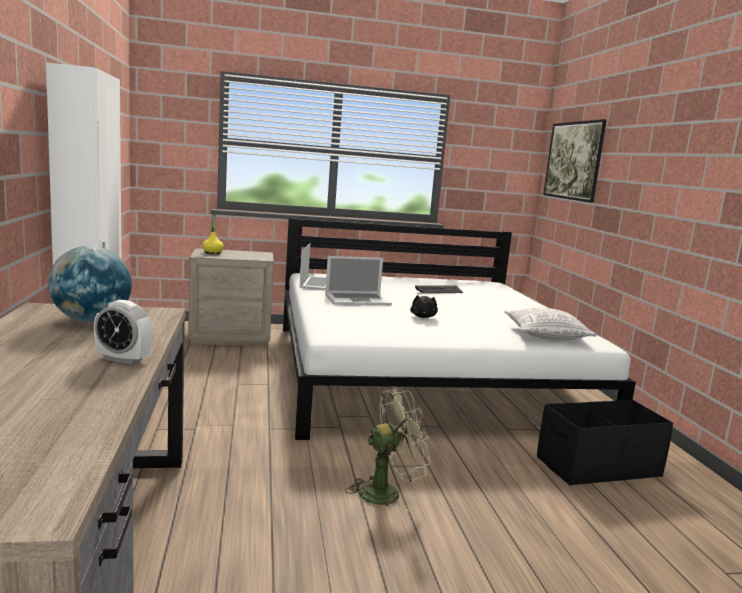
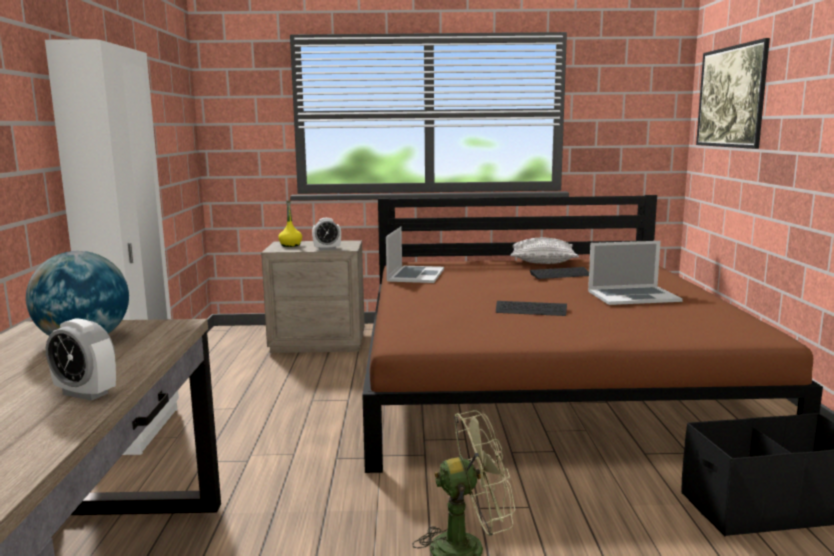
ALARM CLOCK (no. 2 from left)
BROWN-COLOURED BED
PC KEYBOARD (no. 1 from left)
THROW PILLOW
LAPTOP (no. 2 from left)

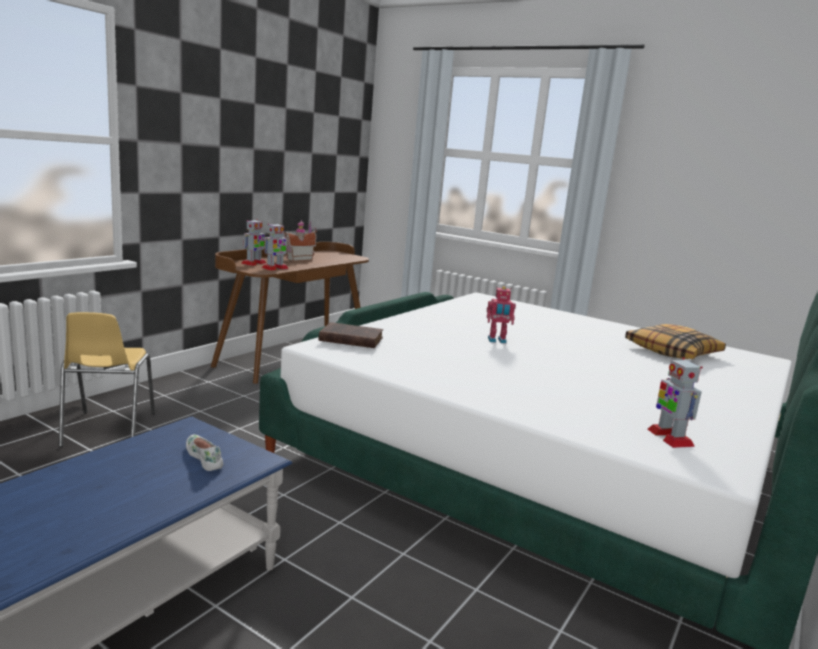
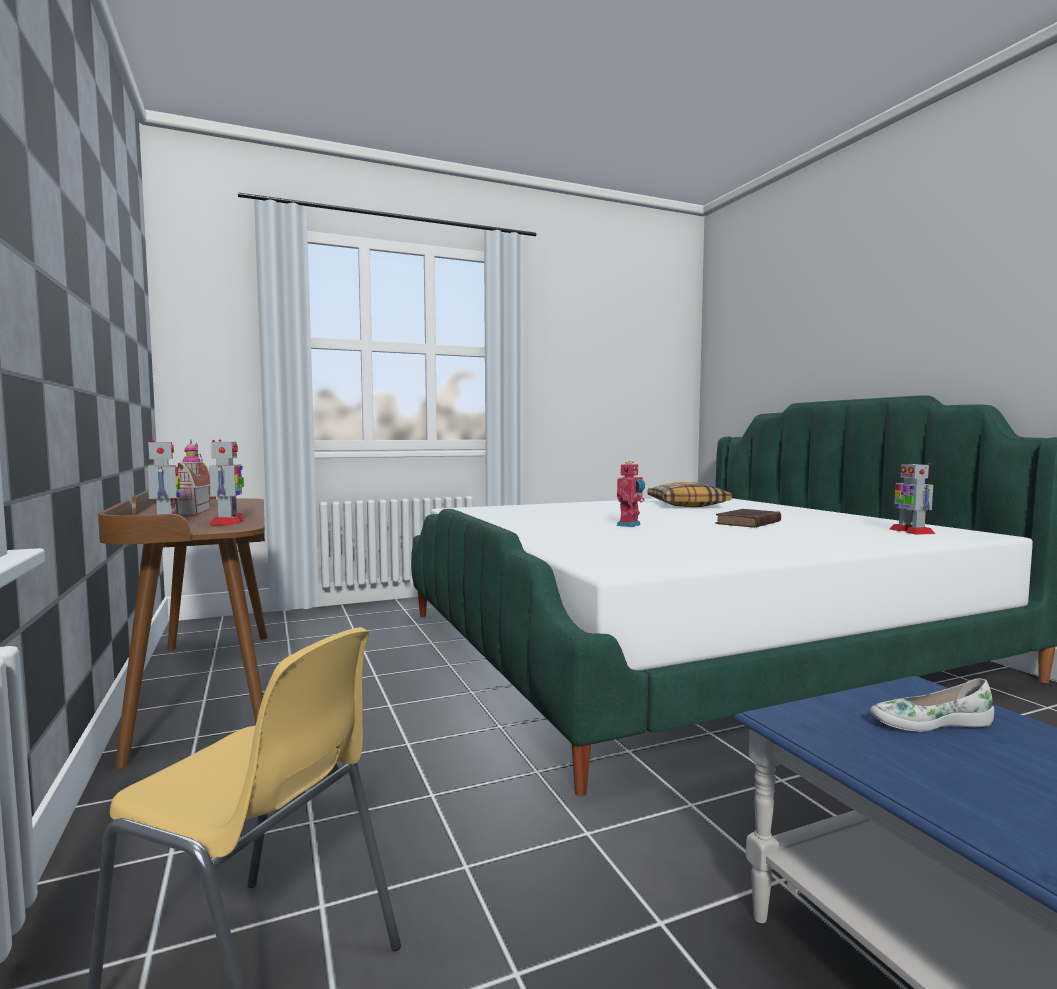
BROWN-COLOURED VOLUME
TOY ROBOT (no. 4 from left)

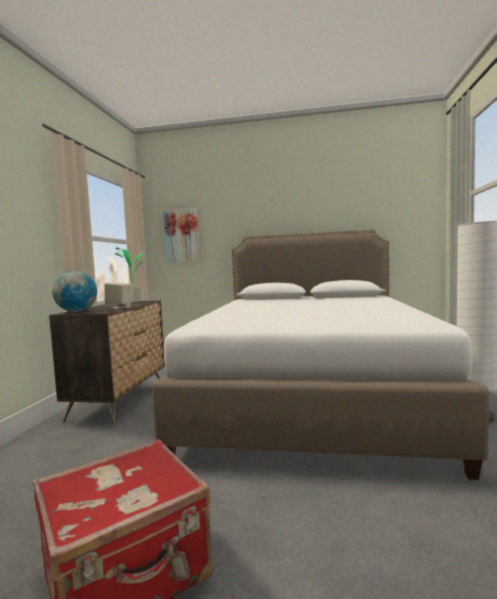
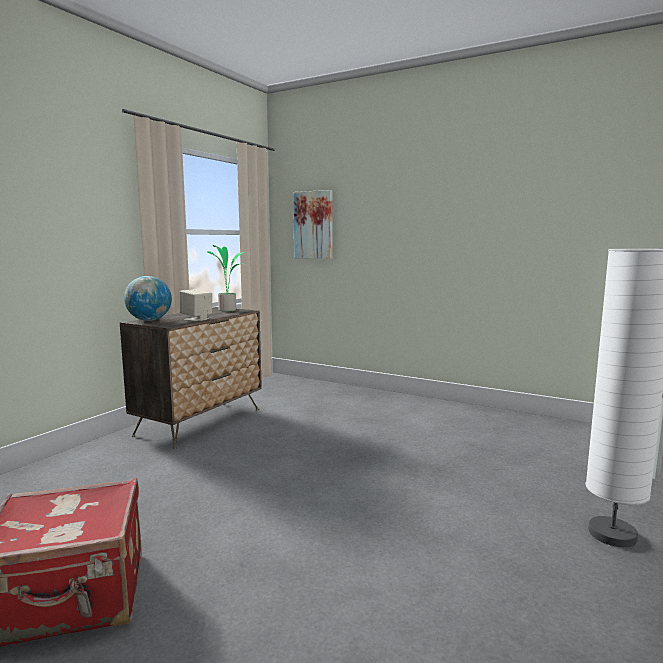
WHITE-COLOURED BED

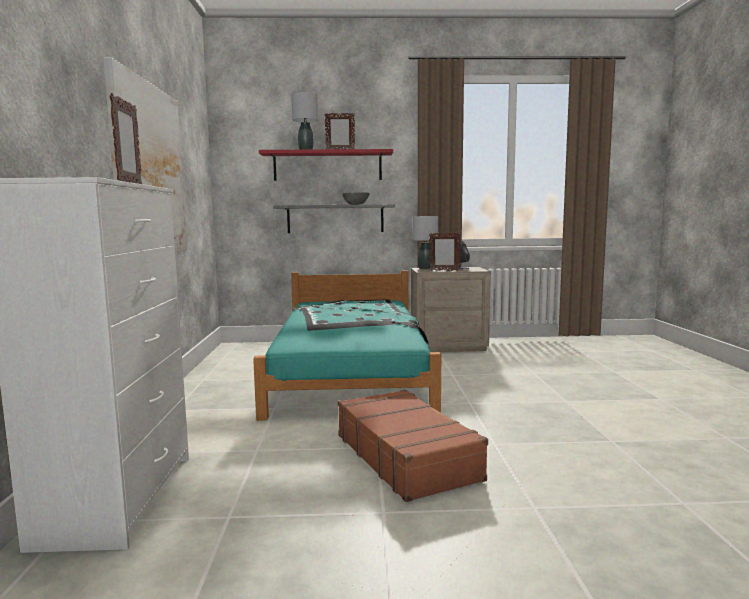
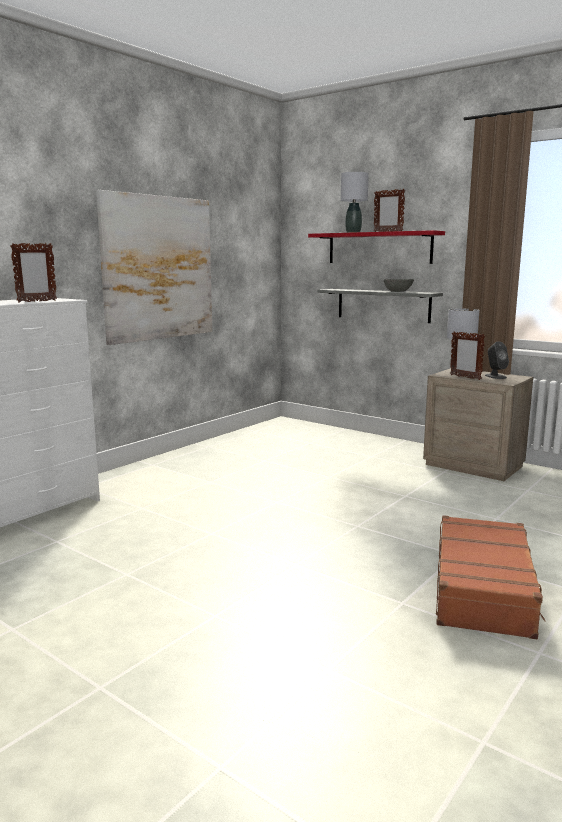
BROWN-COLOURED PIECE OF LUGGAGE
BLUE-GREEN BED

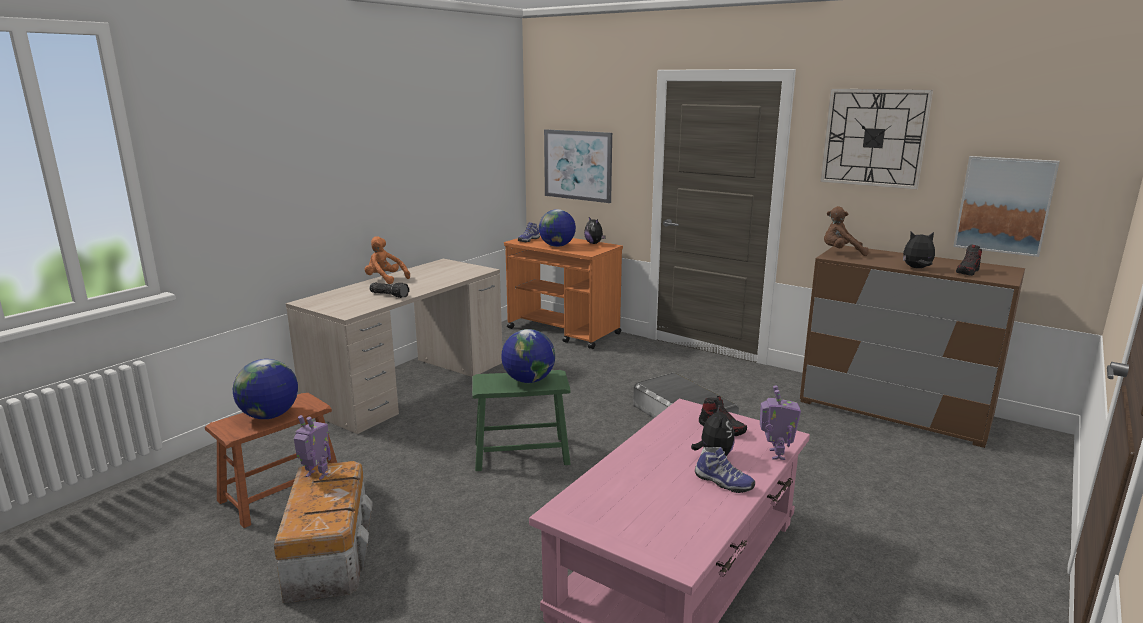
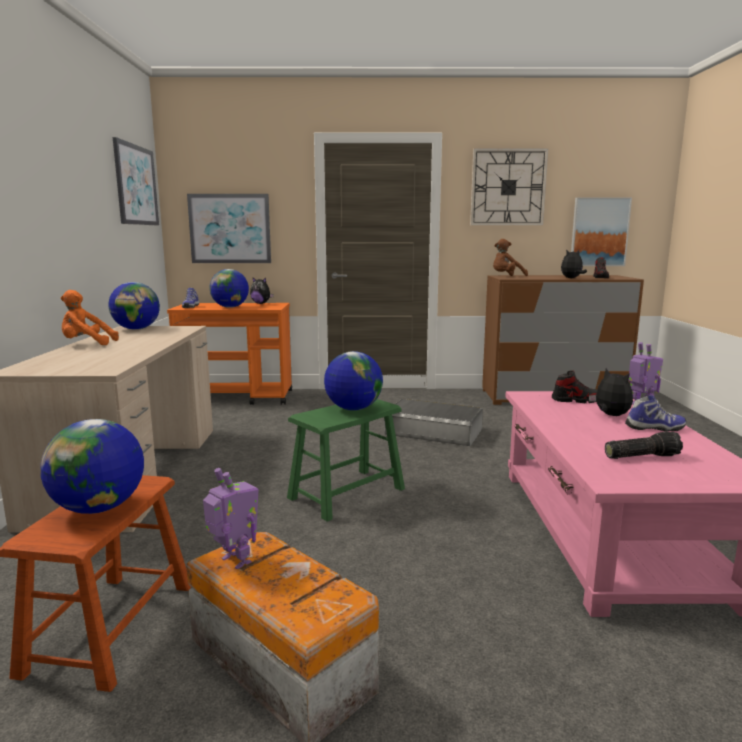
GLOBE (no. 2 from left)
PICTURE (no. 1 from left)
TOY ROBOT (no. 1 from left)
TORCH

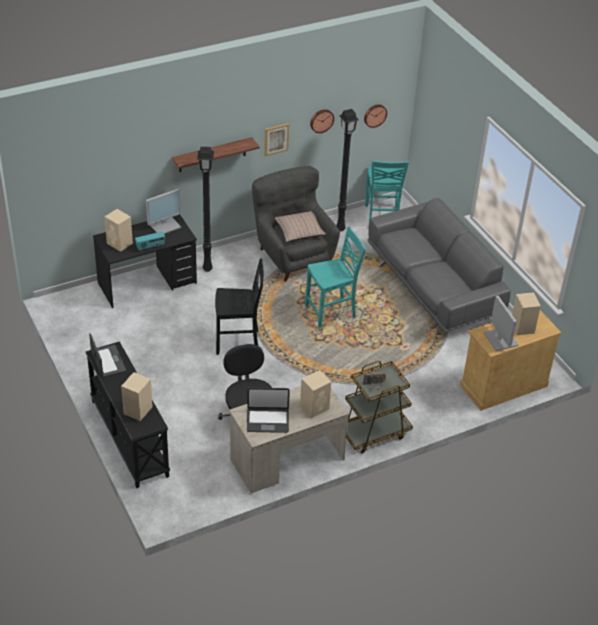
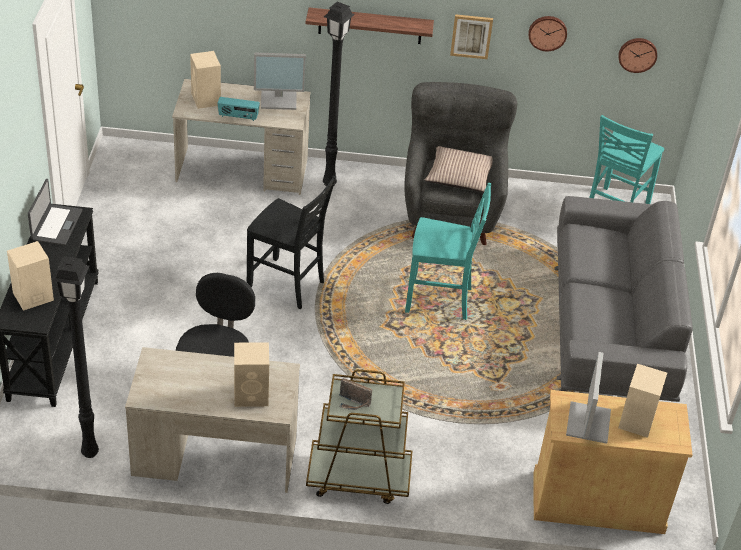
BLACK-COLOURED STANDING LAMP (no. 1 from left)
BEIGE DESK TABLE (no. 2 from left)
LAPTOP (no. 2 from left in the first image)

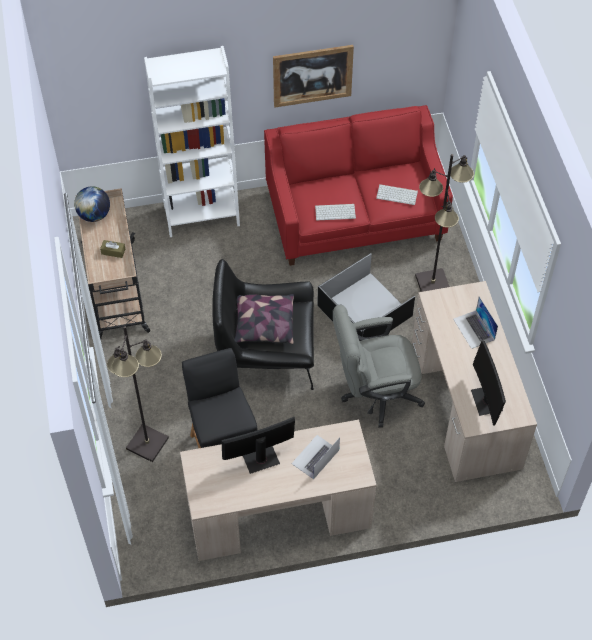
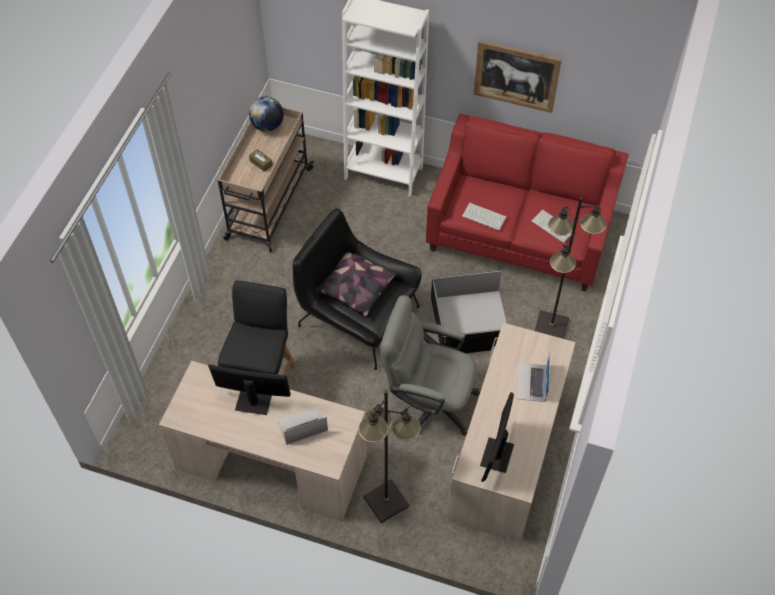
BLACK-COLOURED STANDING LAMP (no. 1 from left)

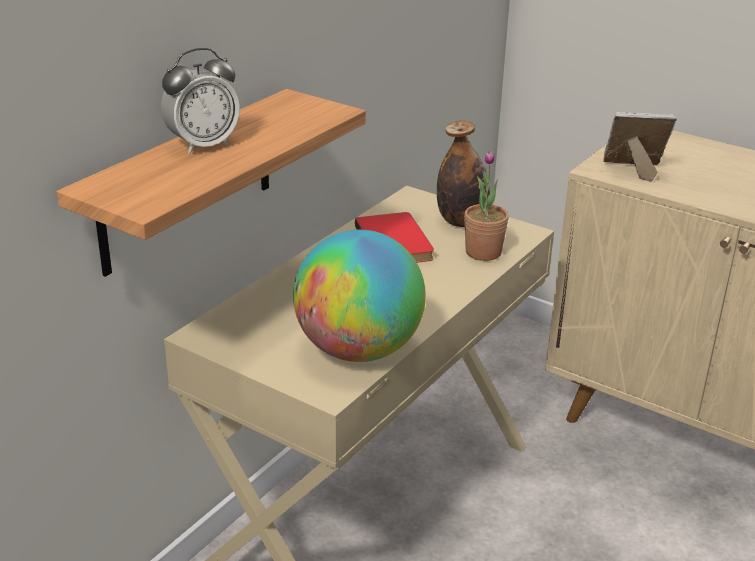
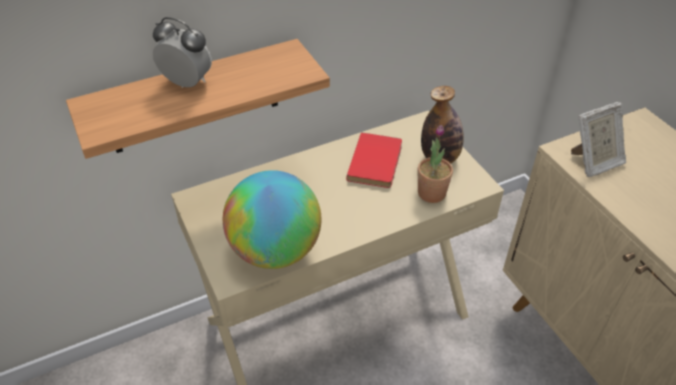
ALARM CLOCK
PHOTO FRAME

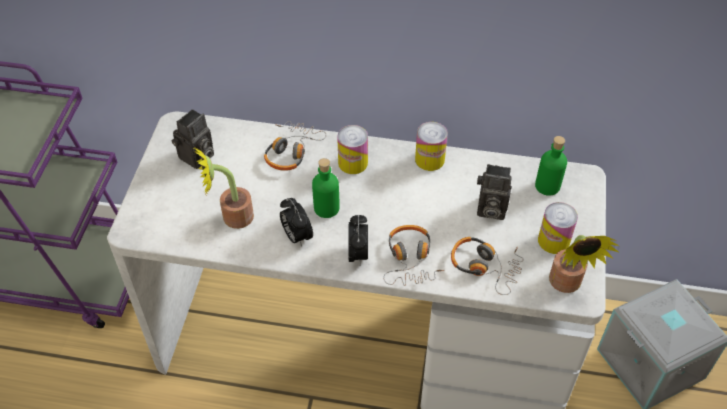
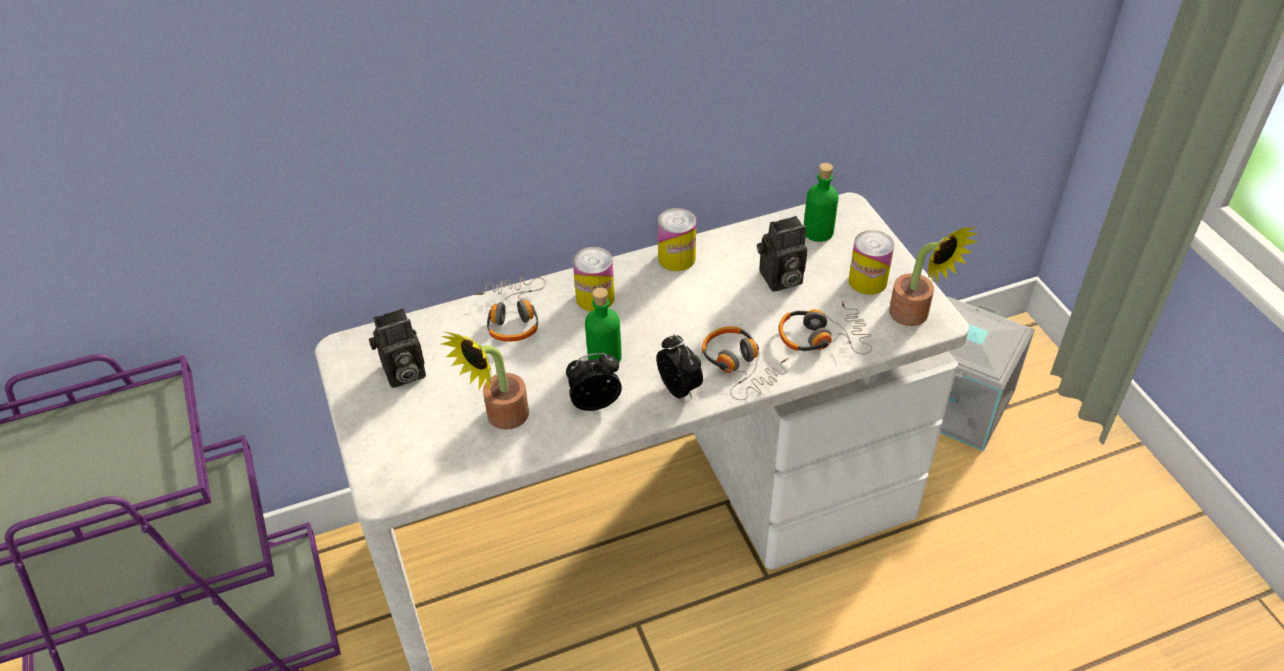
PHOTO CAMERA (no. 1 from left)
ALARM CLOCK (no. 1 from left)

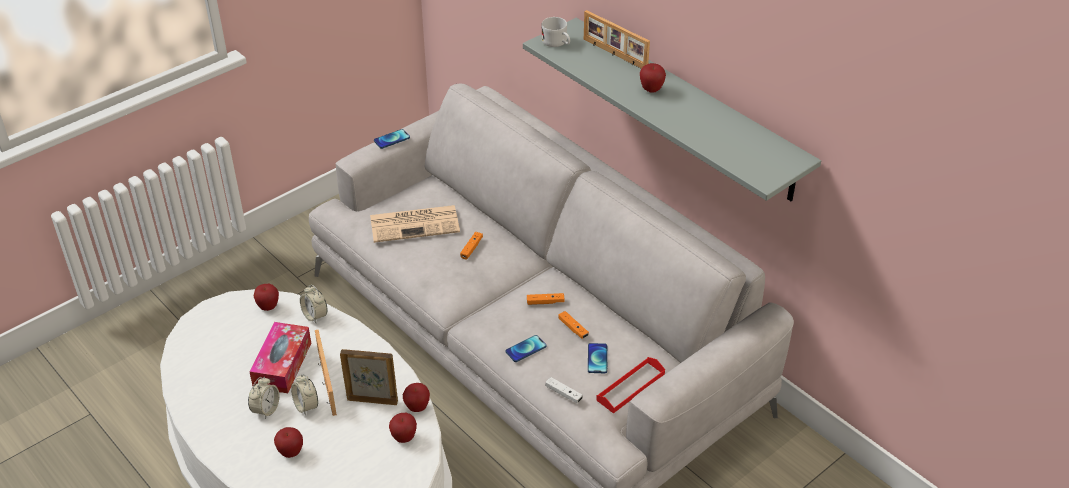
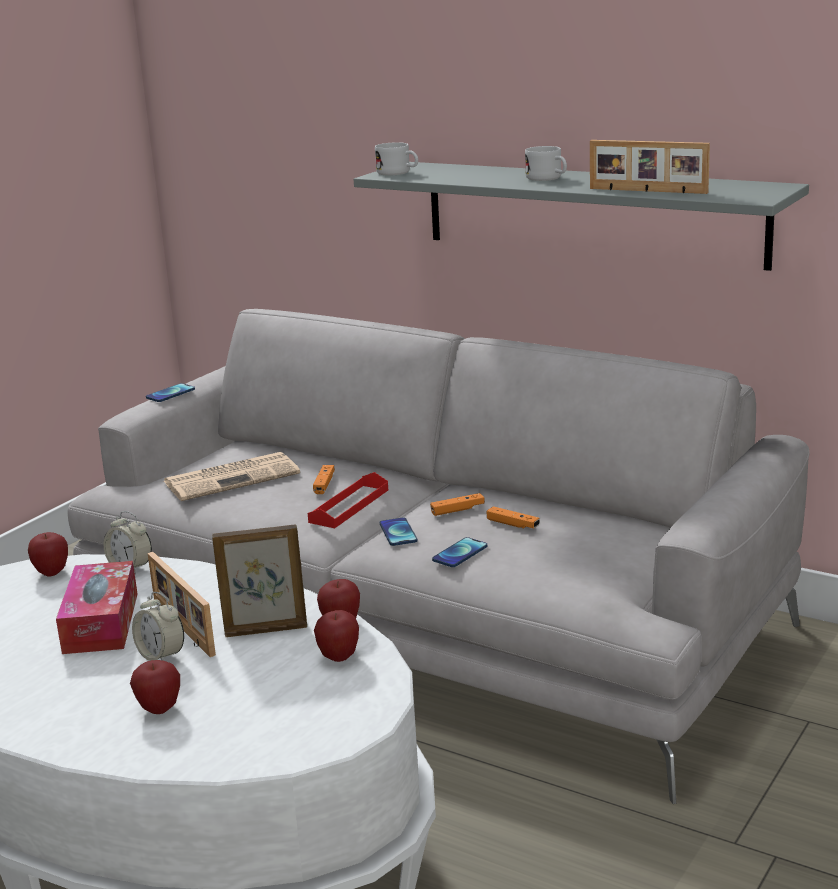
REDDISH TRAY
TELEPHONE (no. 2 from left)
WHITE-COLOURED MUG (no. 2 from left)
PHOTO FRAME (no. 3 from left)
ALARM CLOCK (no. 1 from left in the first image)
WHITE-COLOURED GAMEPAD

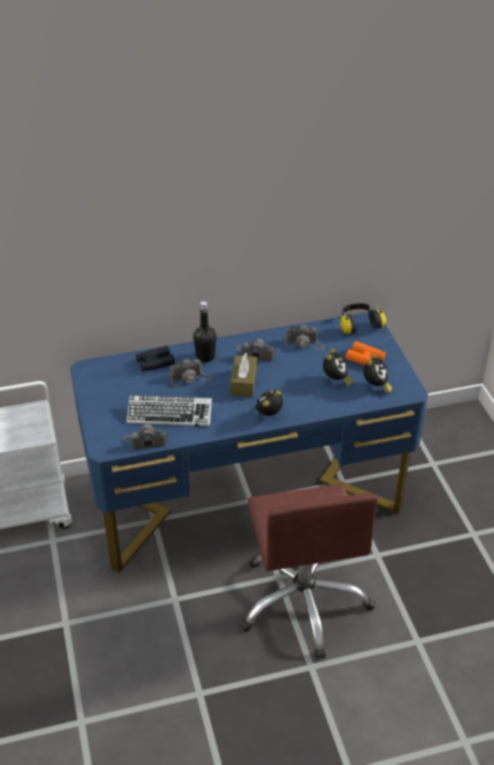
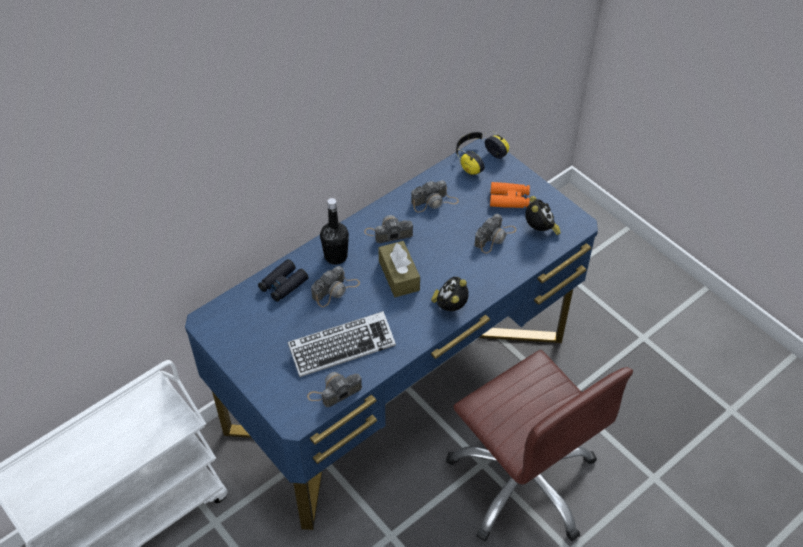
PHOTO CAMERA (no. 5 from left)

